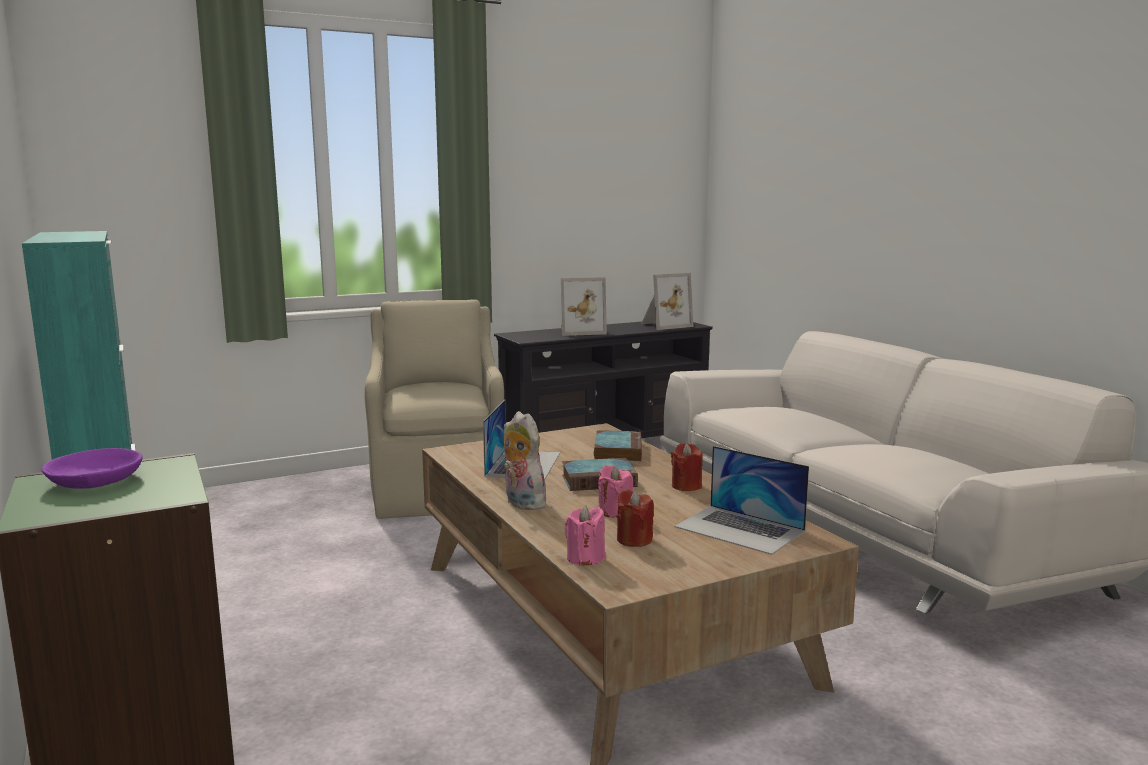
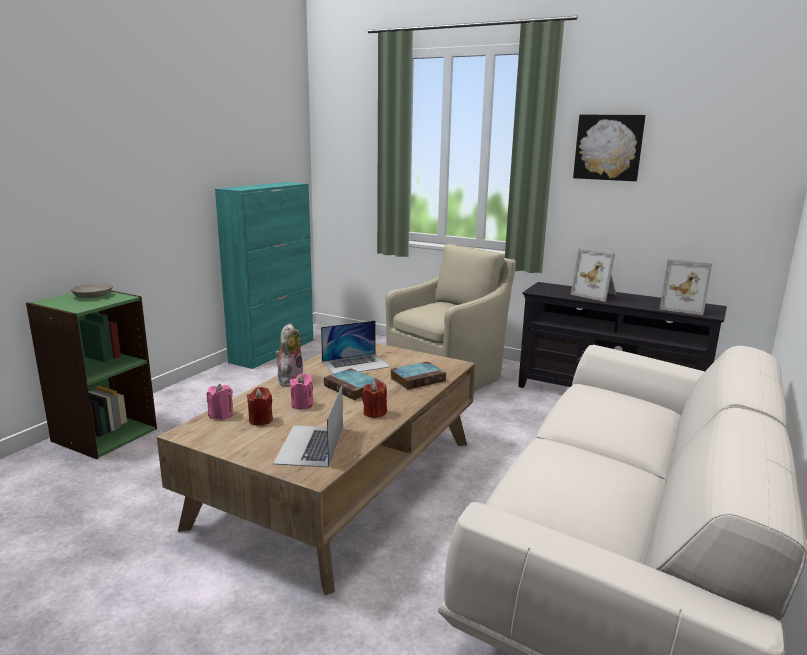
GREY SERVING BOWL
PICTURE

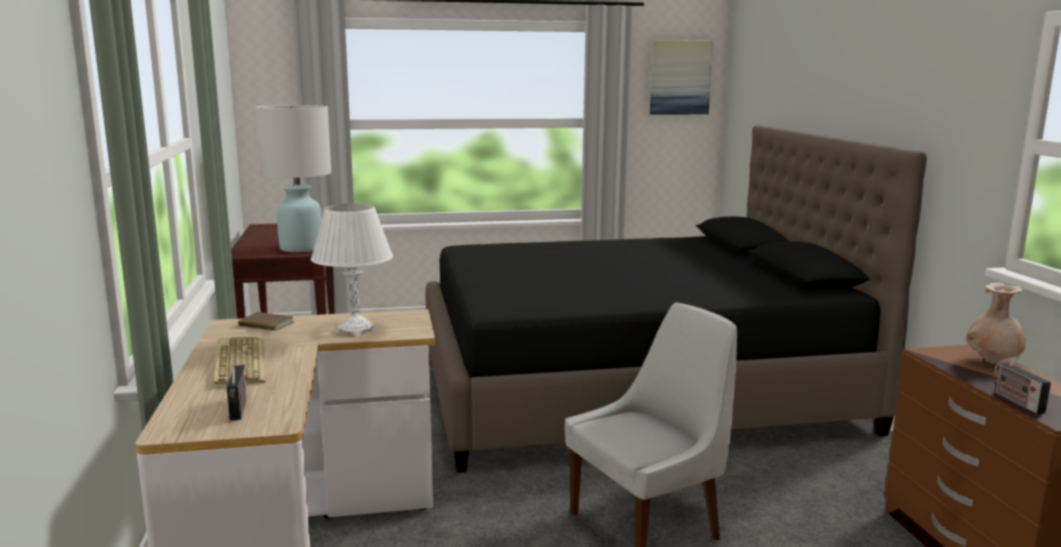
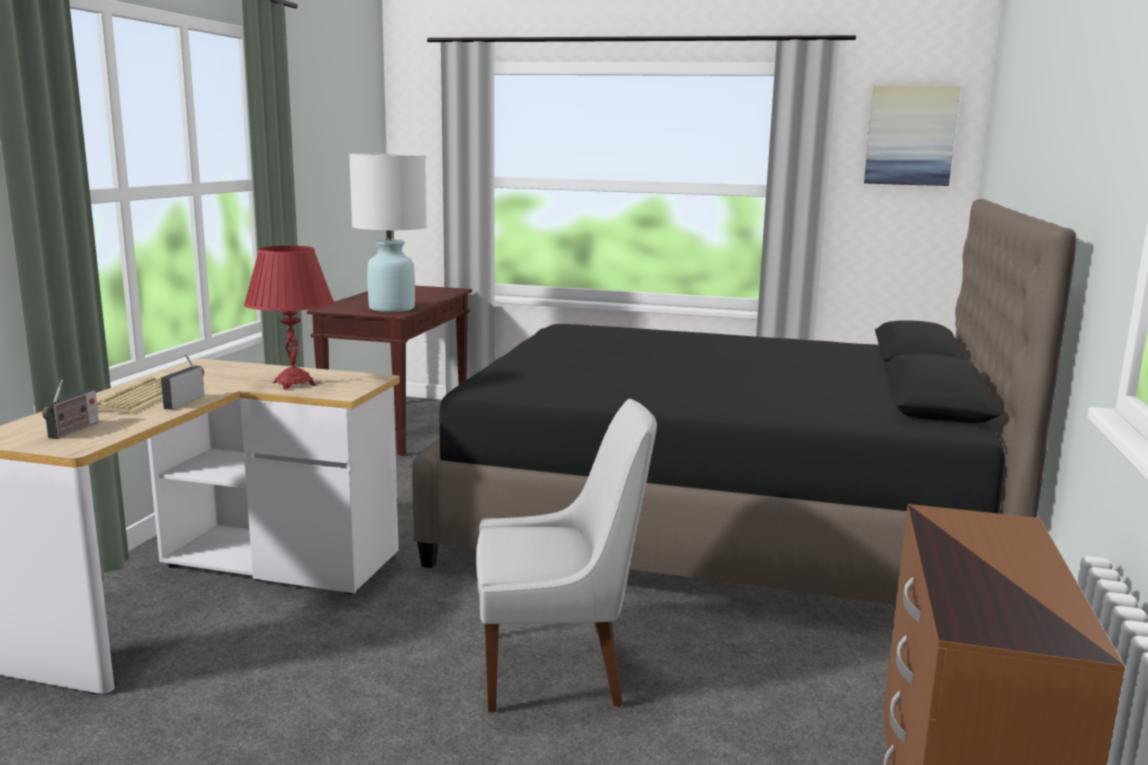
RADIO SET (no. 2 from left)
REDDISH LAMP FOR A TABLE
BROWN-COLOURED VOLUME
BEIGE FLOWER VASE

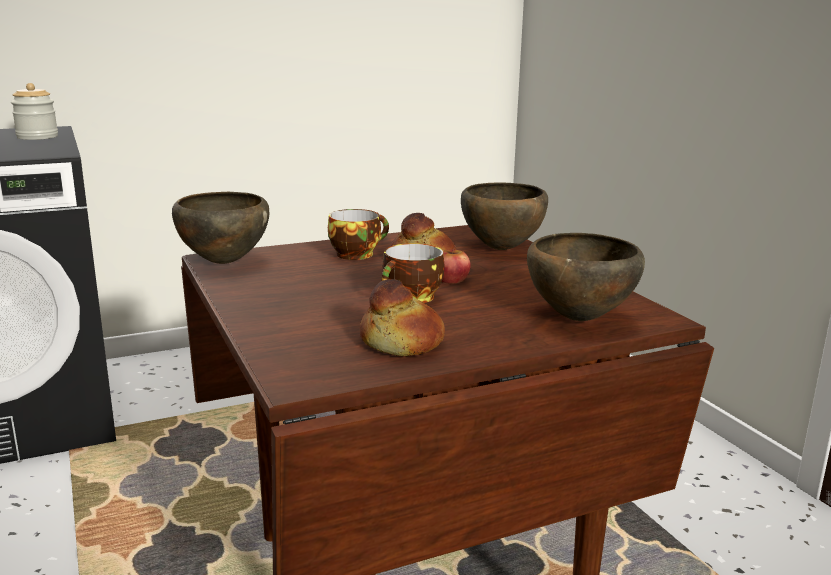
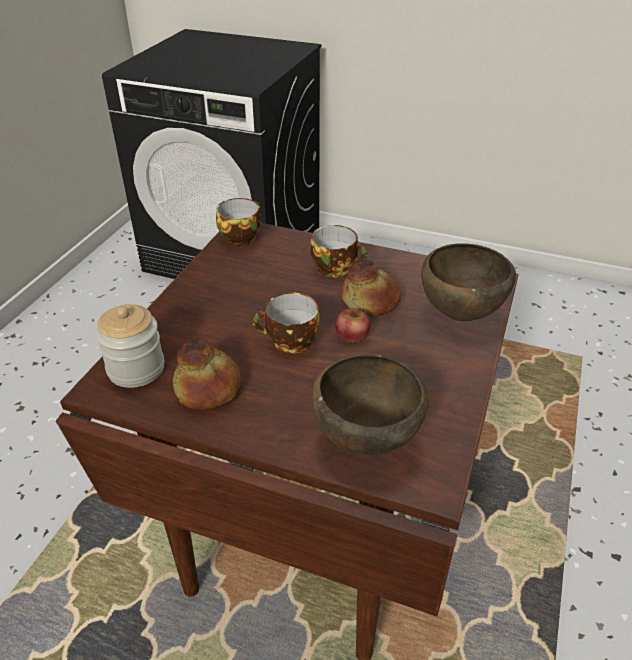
STORAGE JAR
DRINKING CUP (no. 1 from left)

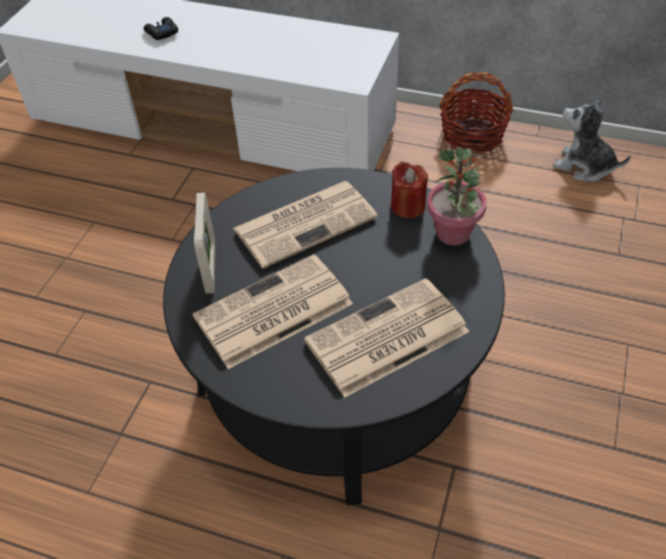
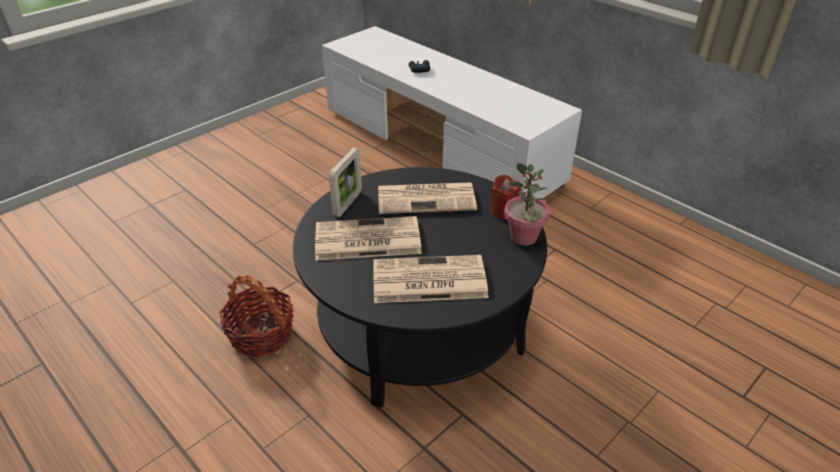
HOUSEHOLD BASKET
SOFT TOY

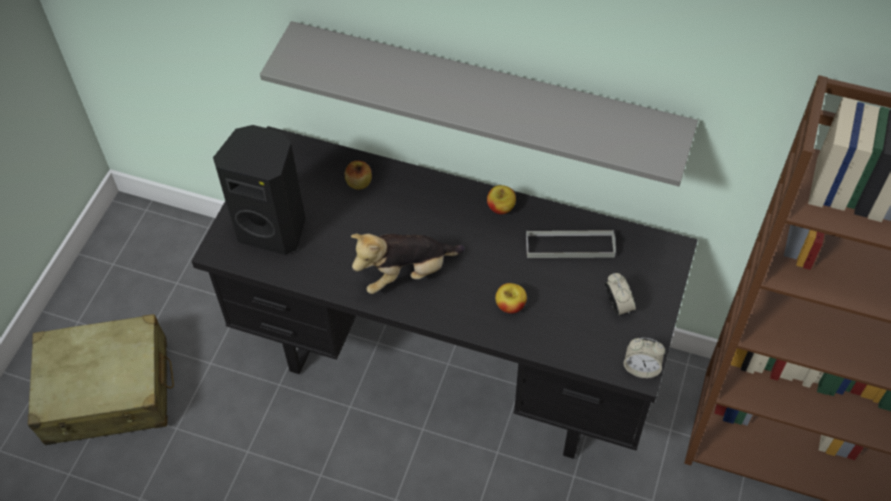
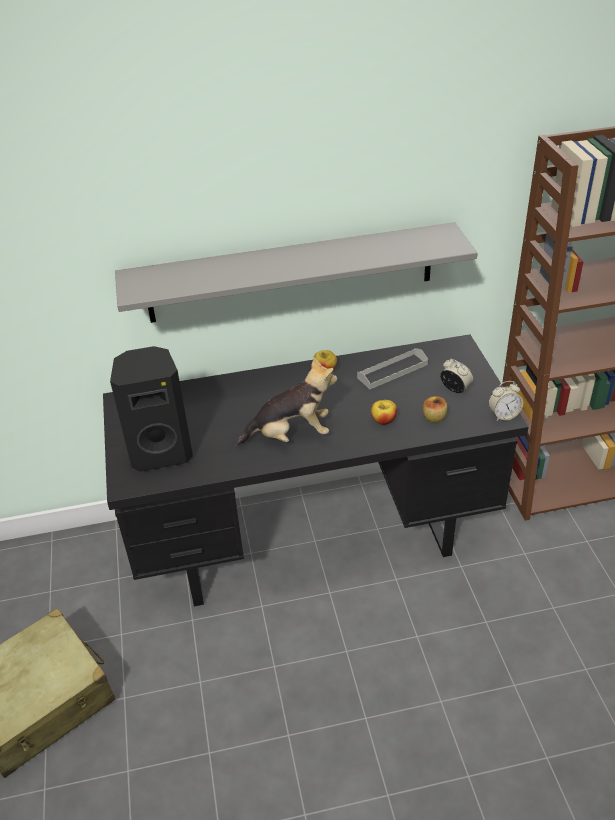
SOFT TOY
WHOLE APPLE (no. 3 from left)

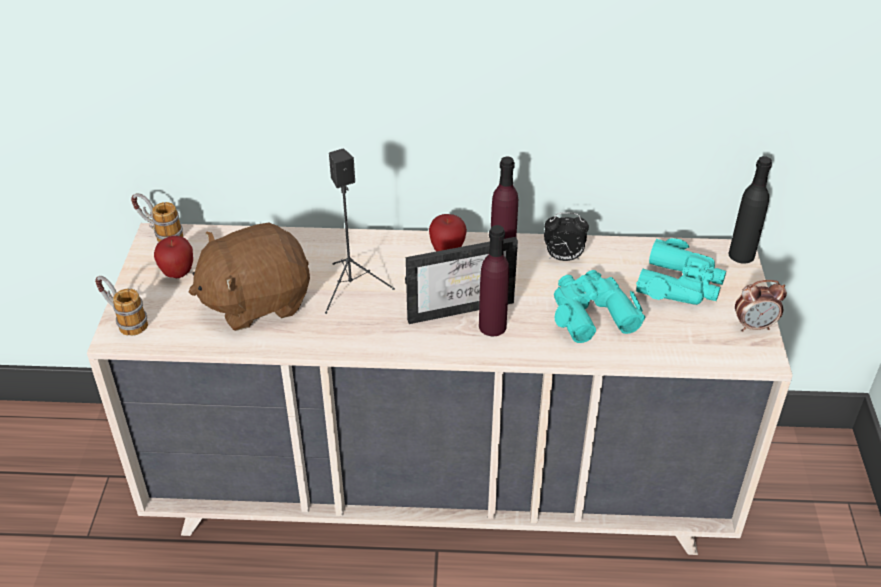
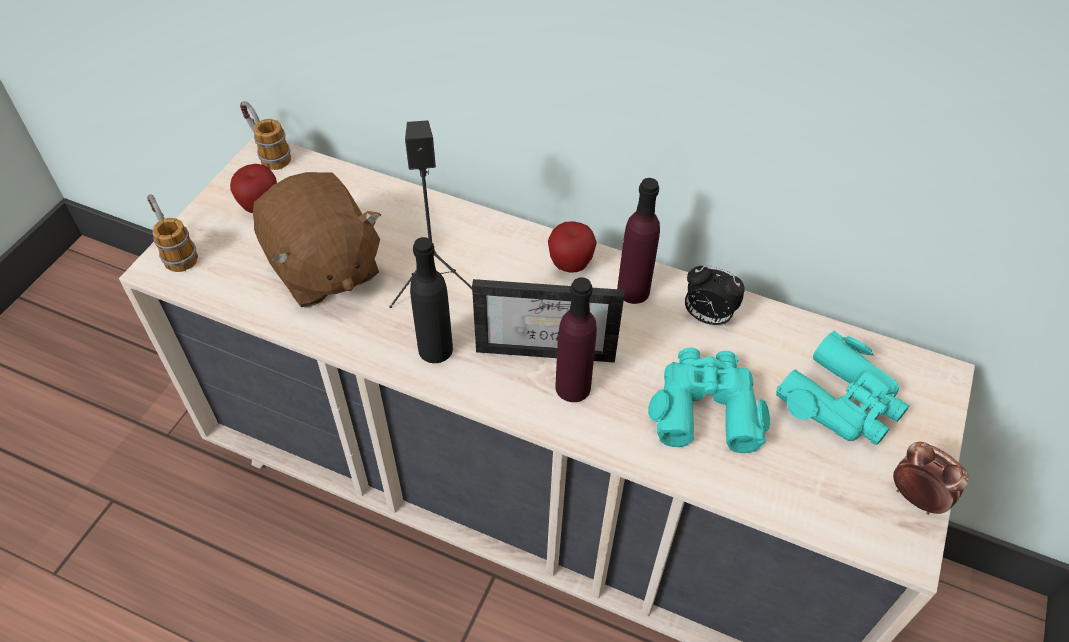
BROWN-COLOURED SOFT TOY
BLACK-COLOURED DRINK BOTTLE
ALARM CLOCK (no. 2 from left)

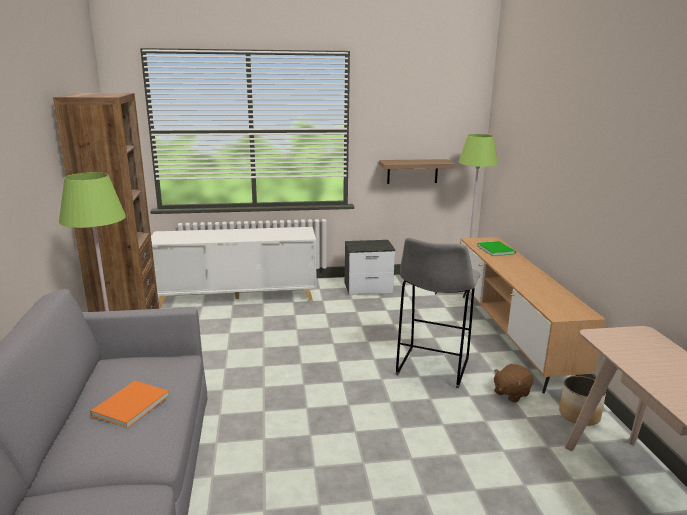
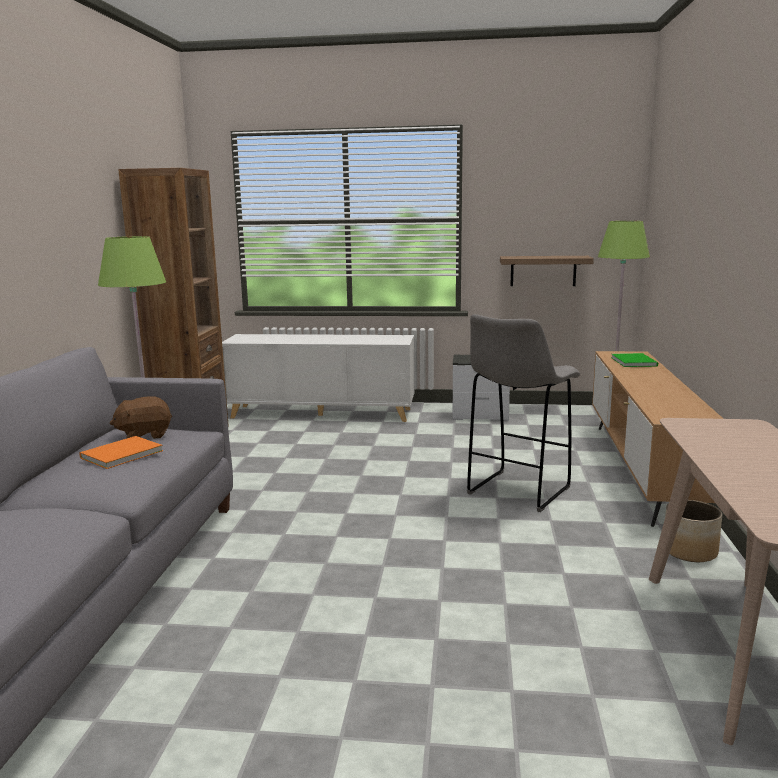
BROWN-COLOURED SOFT TOY

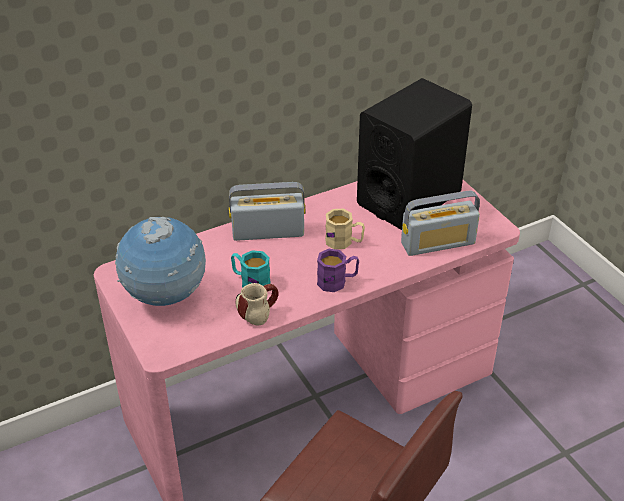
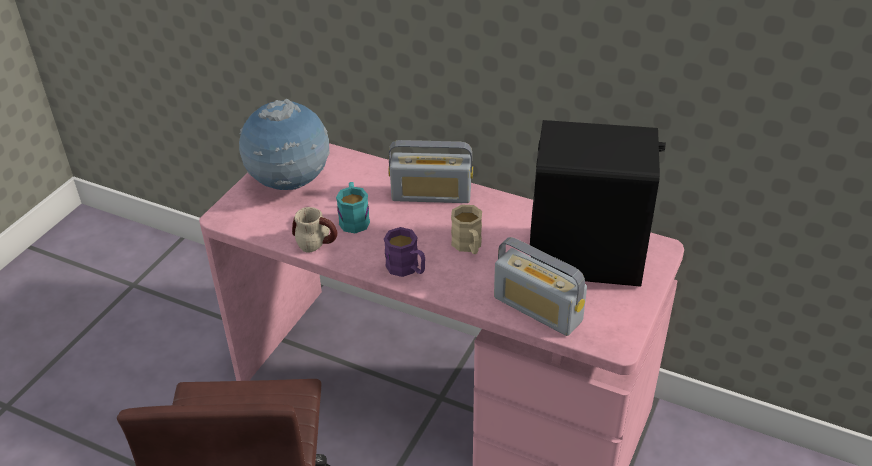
RADIO SET (no. 1 from left)

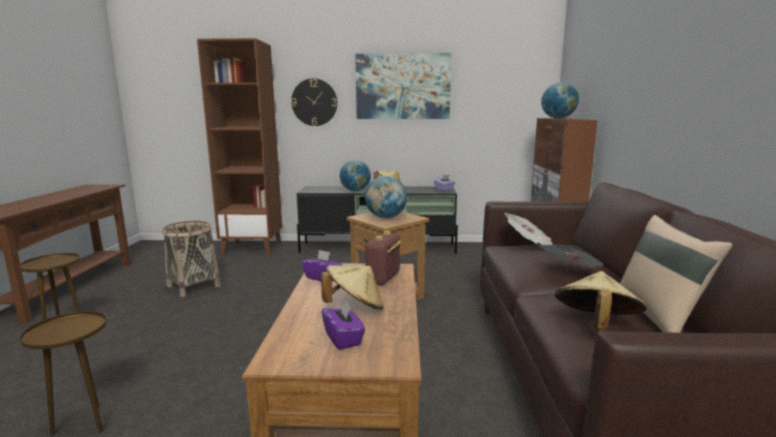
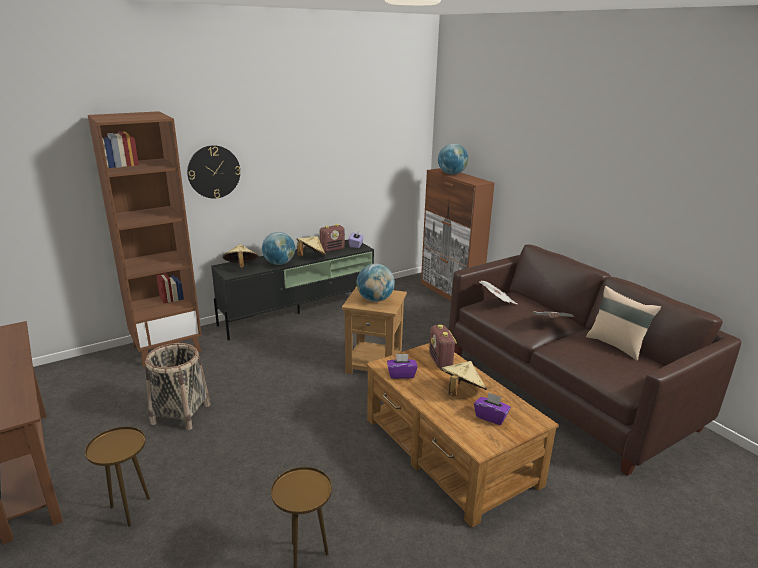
BEIGE HAT (no. 1 from left)
RADIO SET (no. 1 from left)
PICTURE

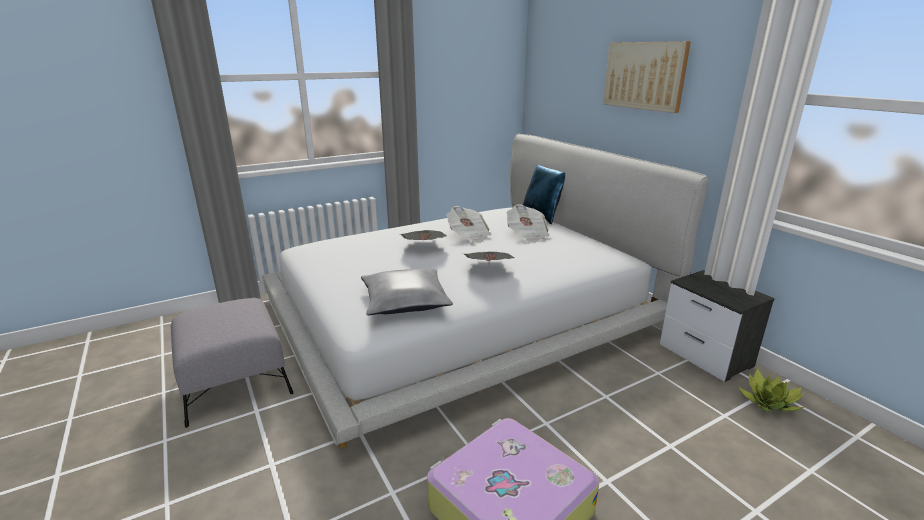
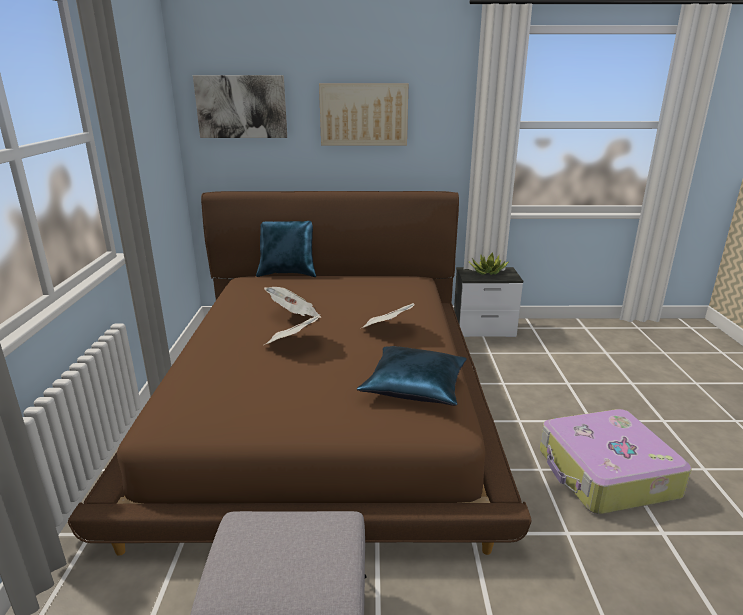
BROWN-COLOURED BED
PICTURE (no. 1 from left)
BLUISH THROW PILLOW (no. 2 from left)
PLANT IN A POT
PRINTED PAPER (no. 4 from left in the first image)

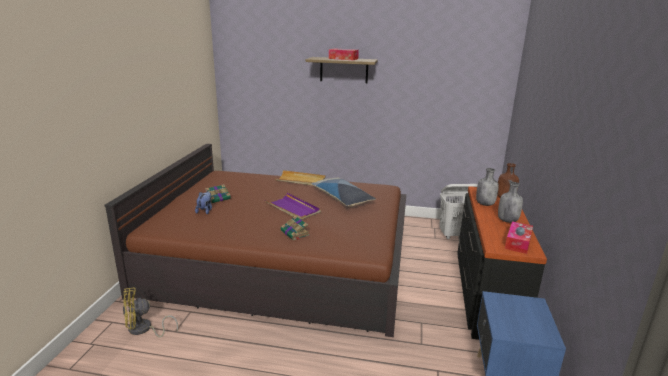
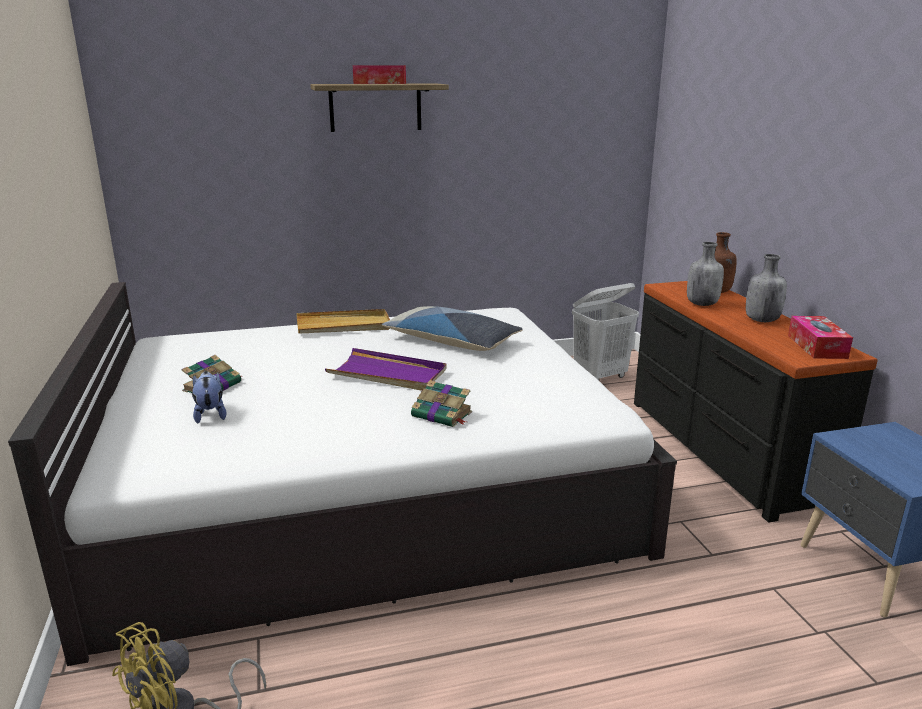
WHITE-COLOURED BED

